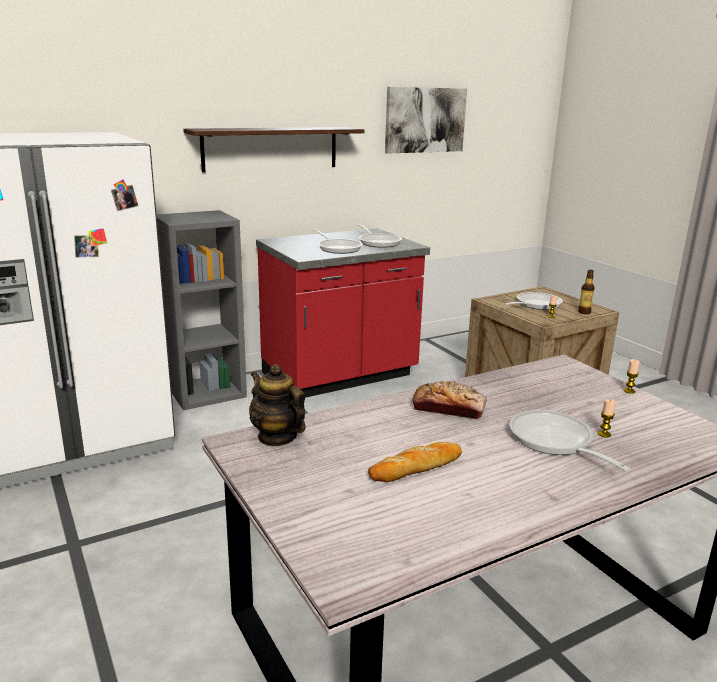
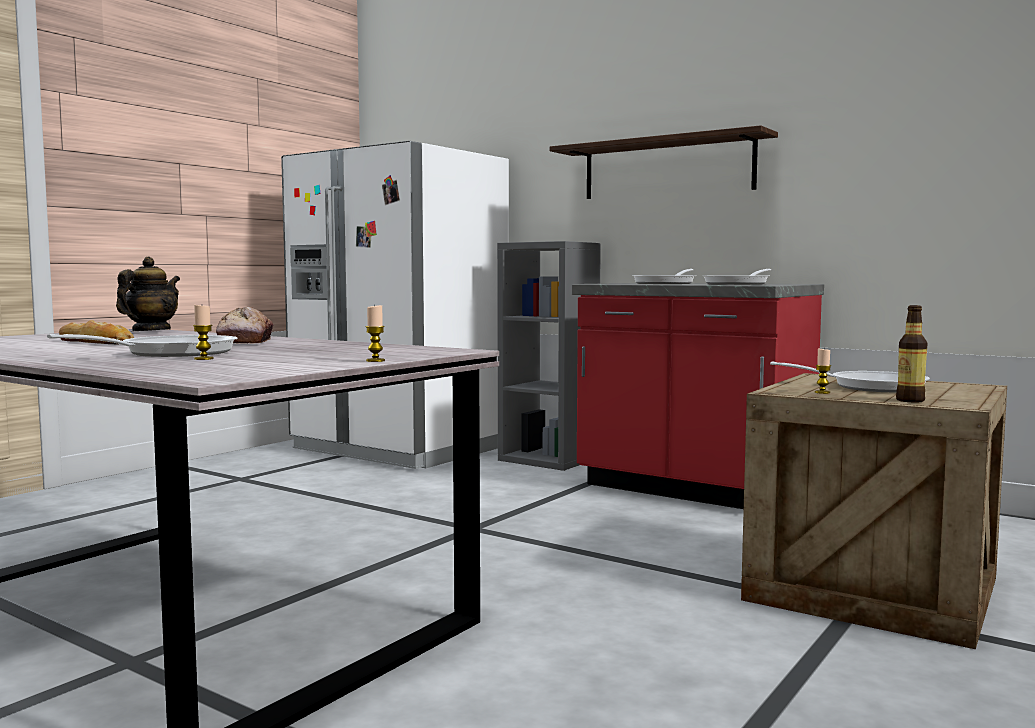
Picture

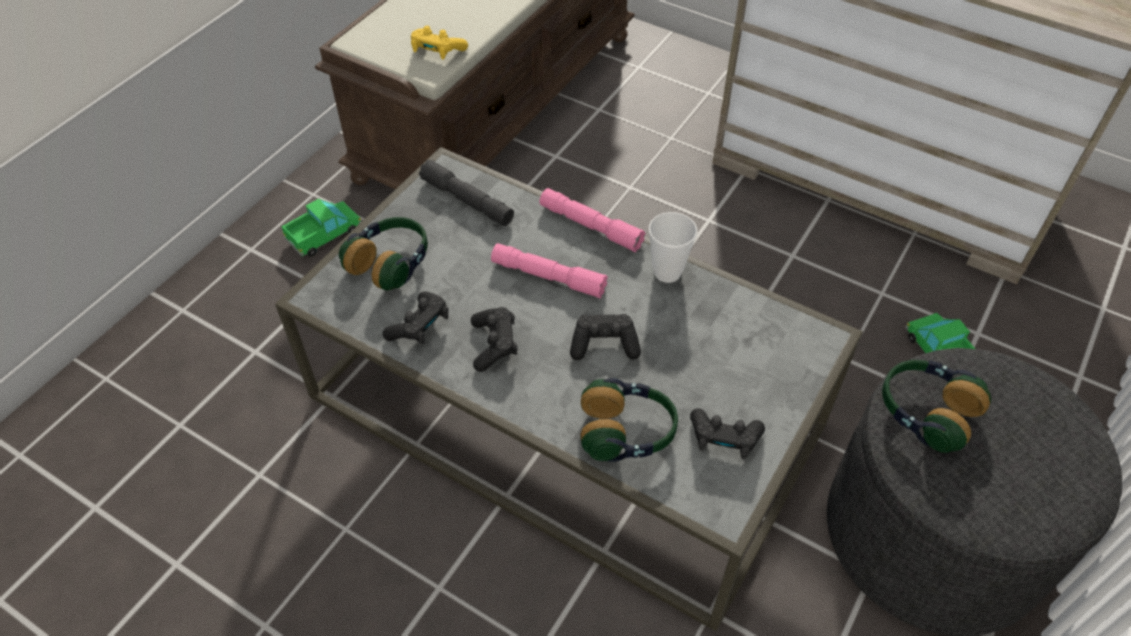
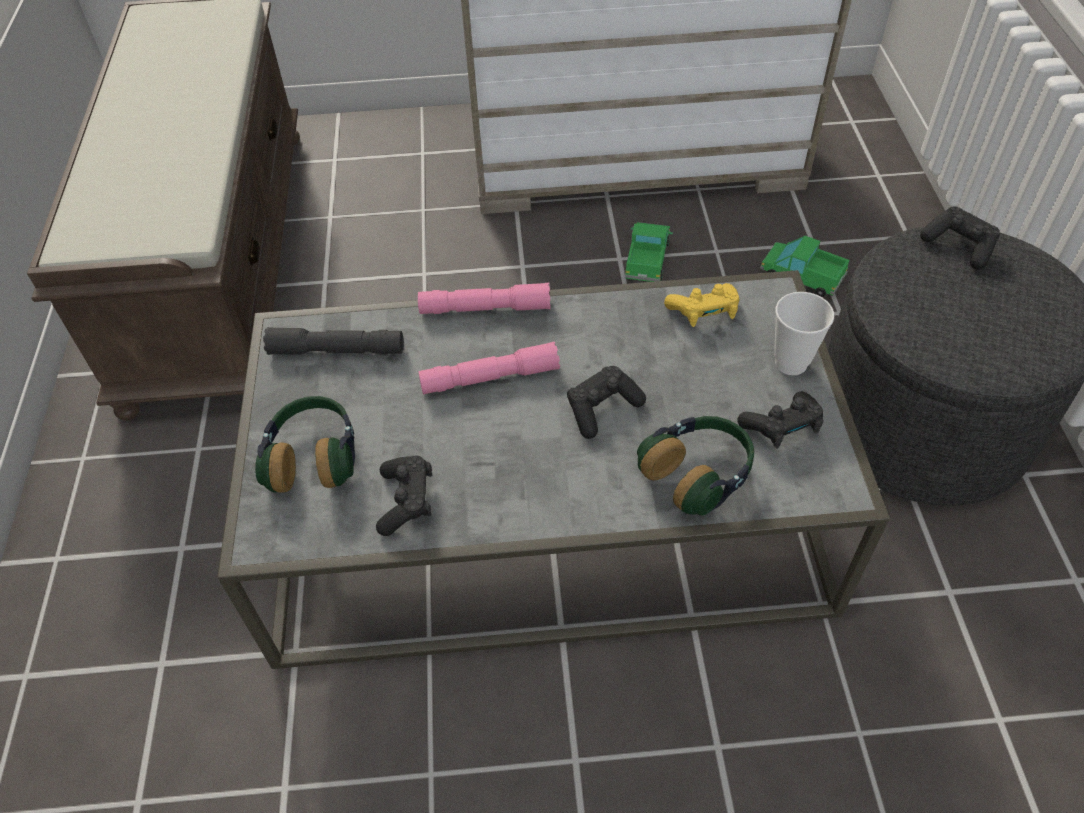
ToyTruck (1st from left)
YellowGameController
BlackGameController (4th from left)
Cup
Headphones (3rd from left in the first image)

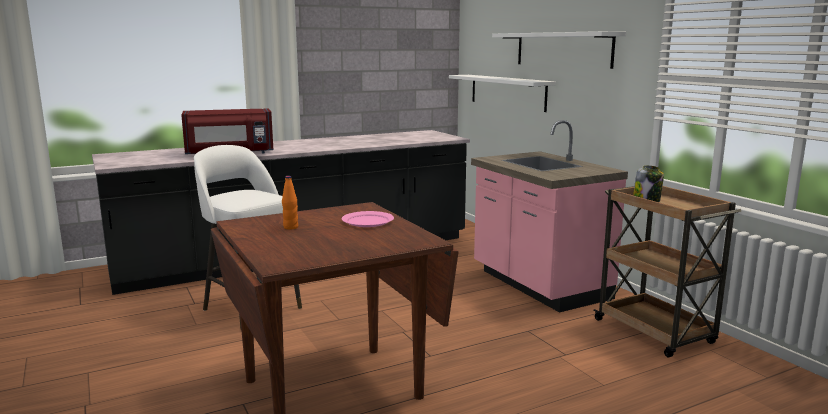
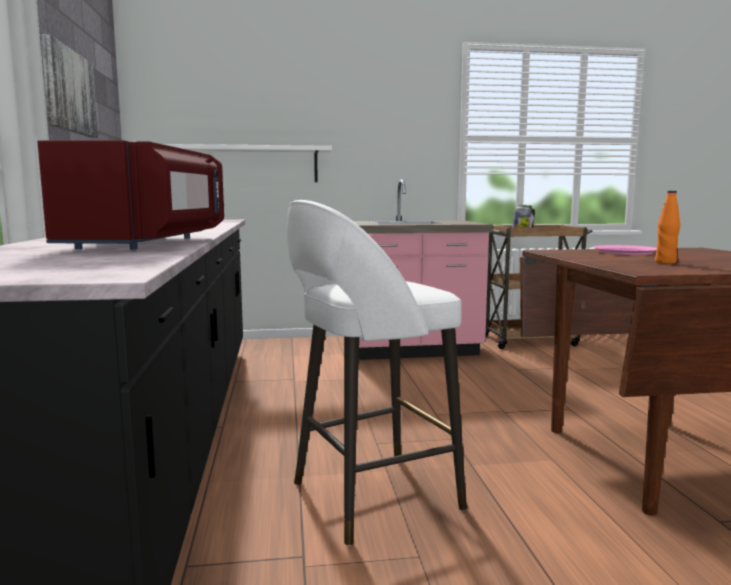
WhiteShelf (2nd from left in the first image)
Picture

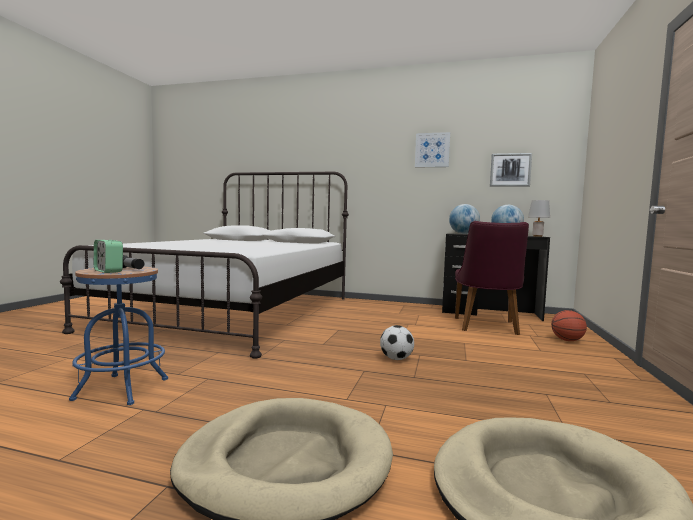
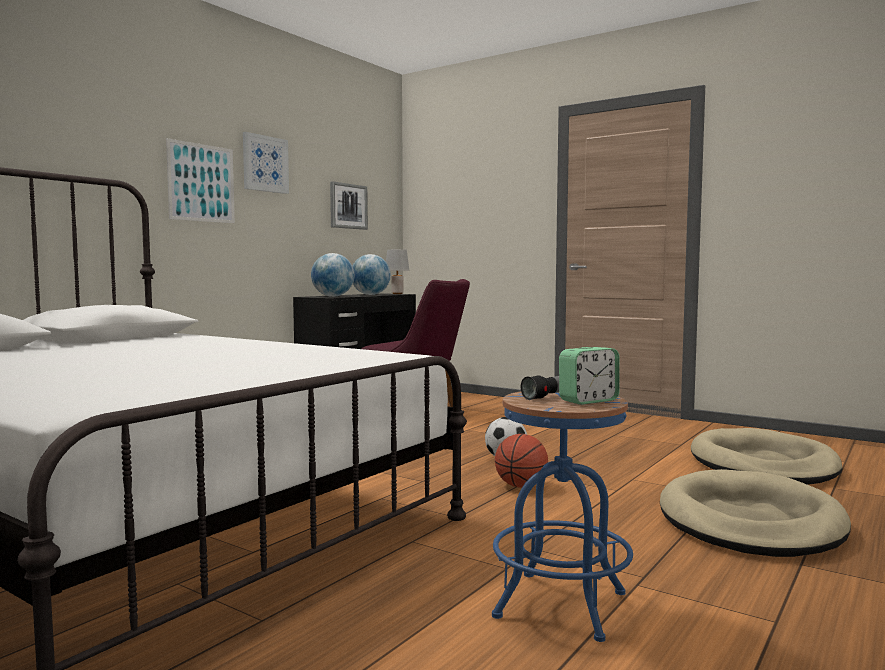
Basketball
Picture (1st from left)

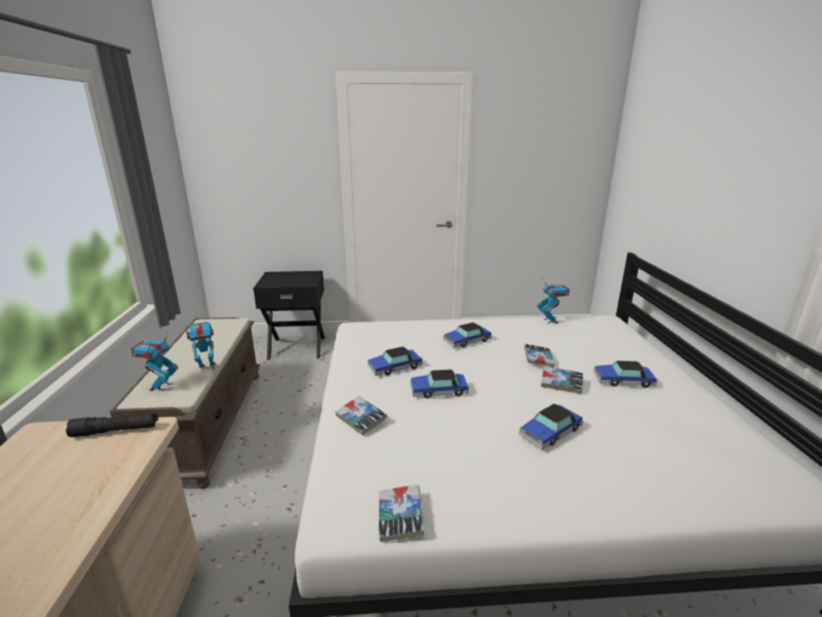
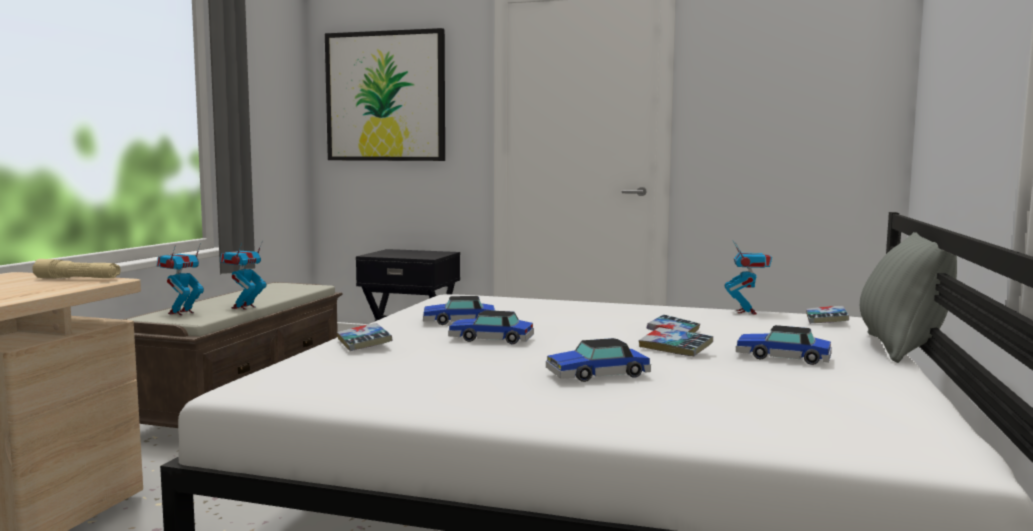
BeigeFlashlight
ToyRobot (2nd from left)
Book (4th from left)
ToyCar (3rd from left in the first image)
Picture
GreyPillow

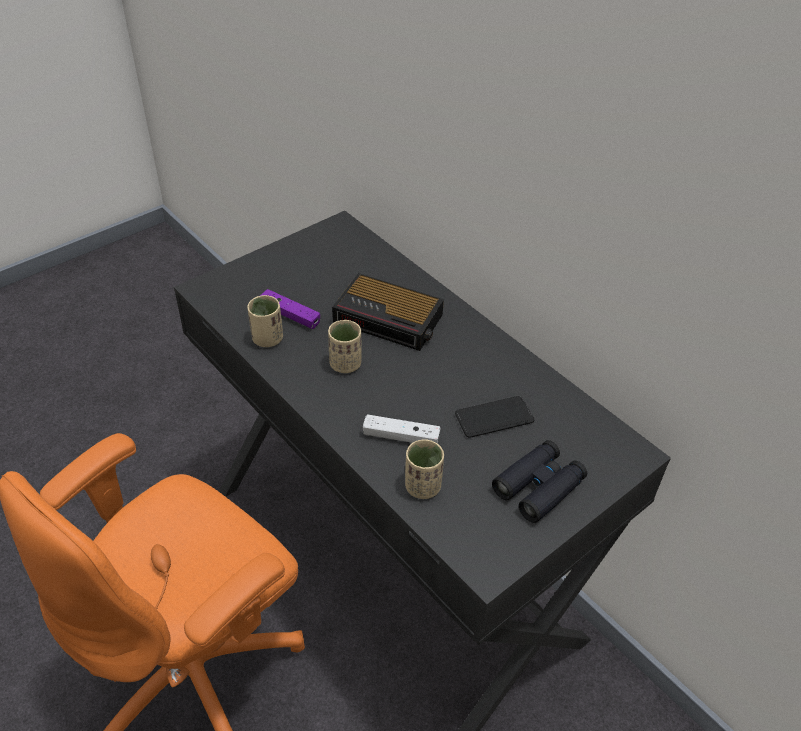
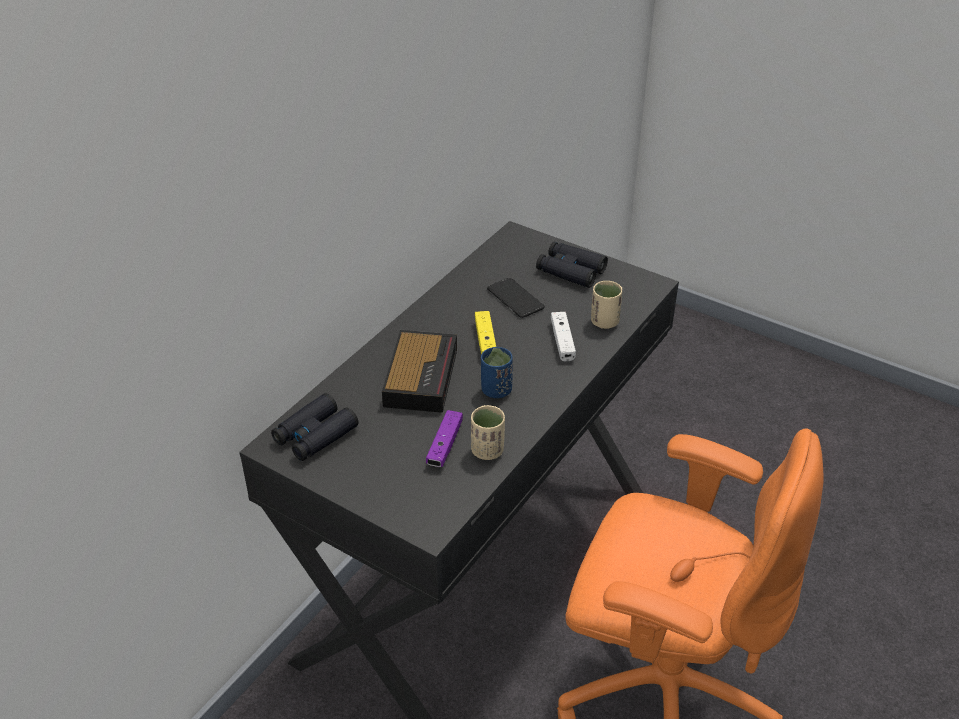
BlueCup
BlackBinoculars (1st from left)
YellowGameController

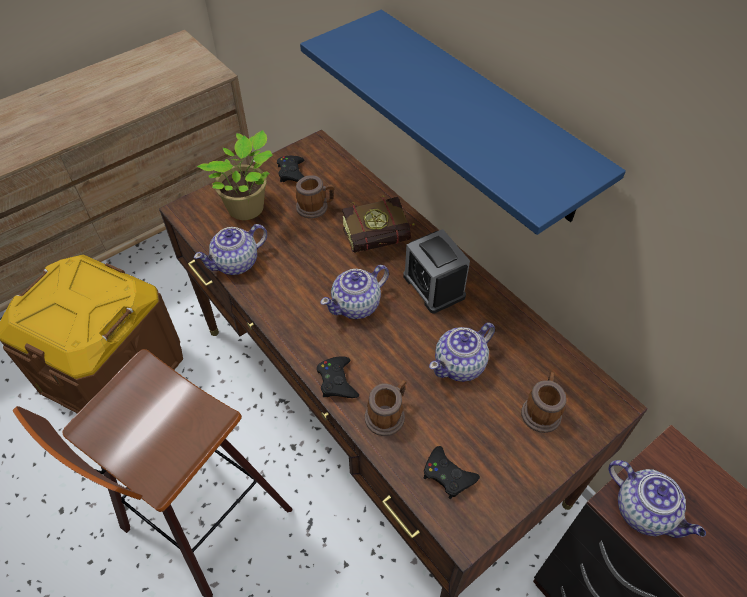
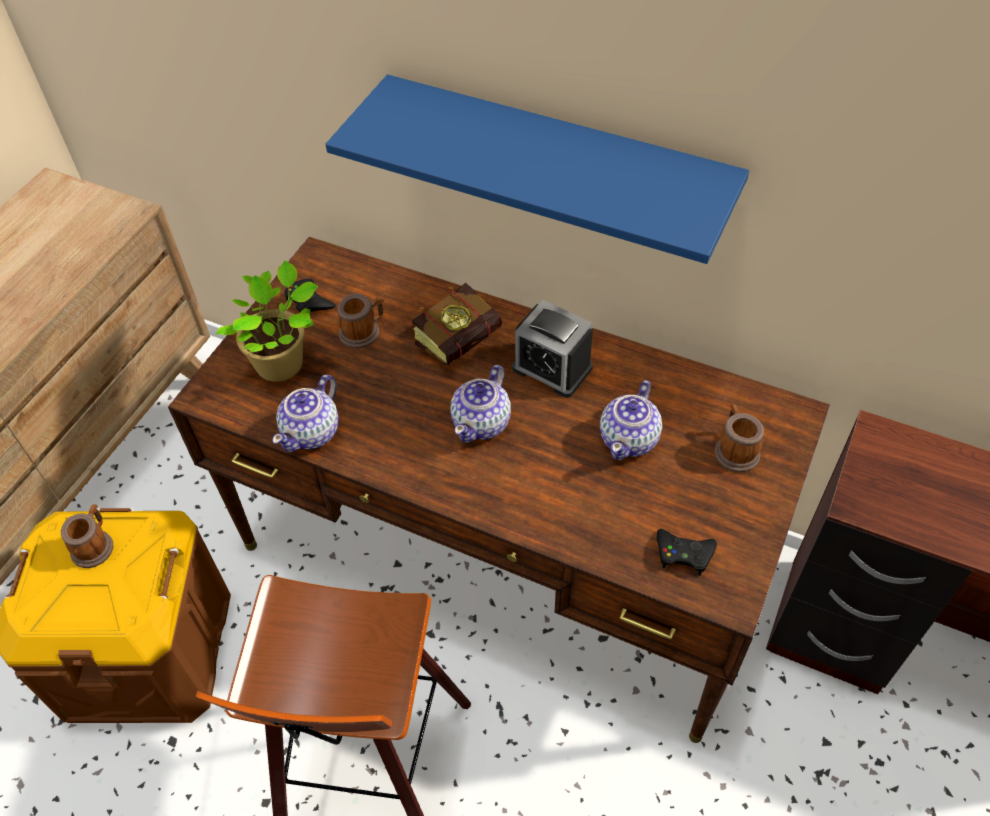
BlackGameController (2nd from left in the first image)
Mug (1st from left)
Teapot (4th from left in the first image)

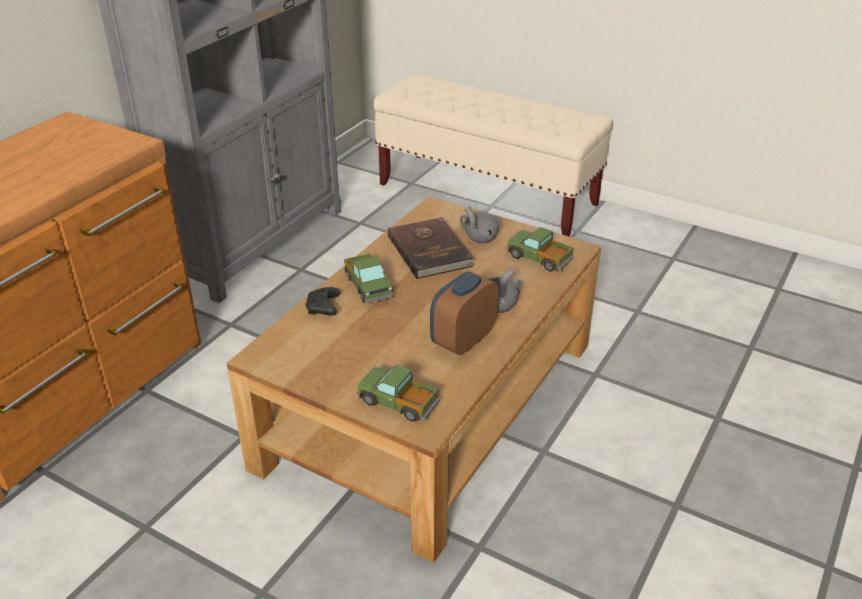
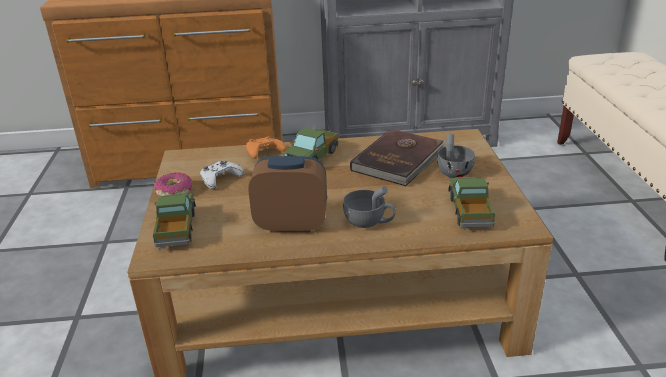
OrangeGameController
Donut
WhiteGameController

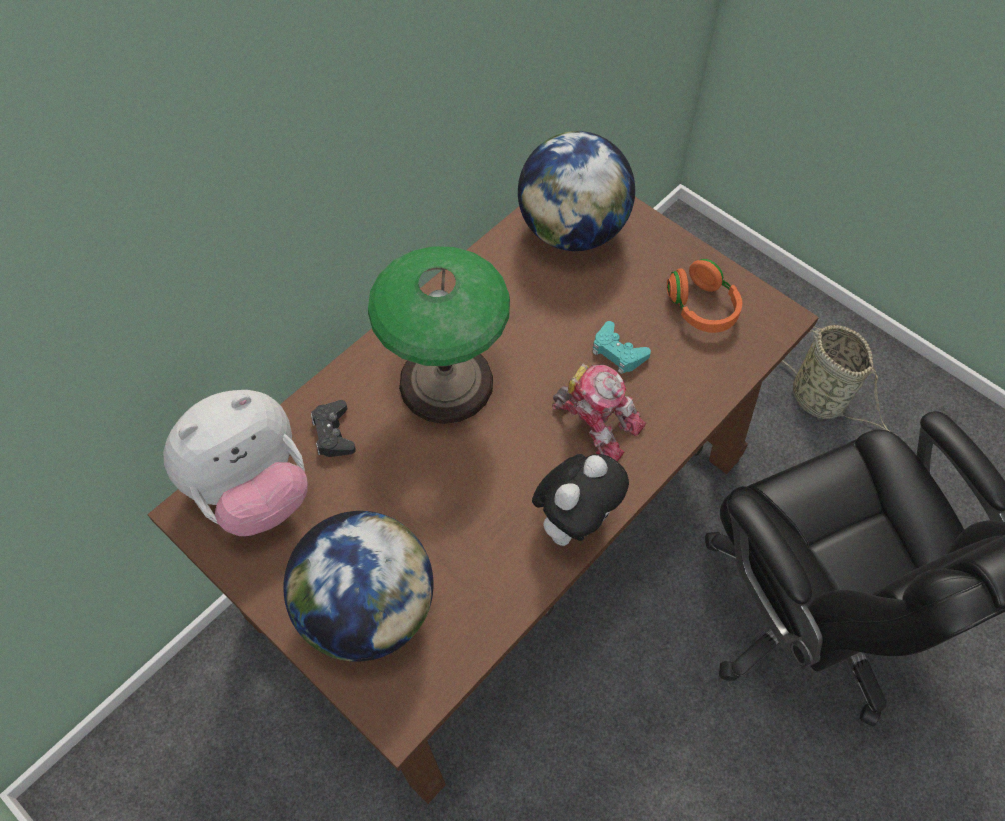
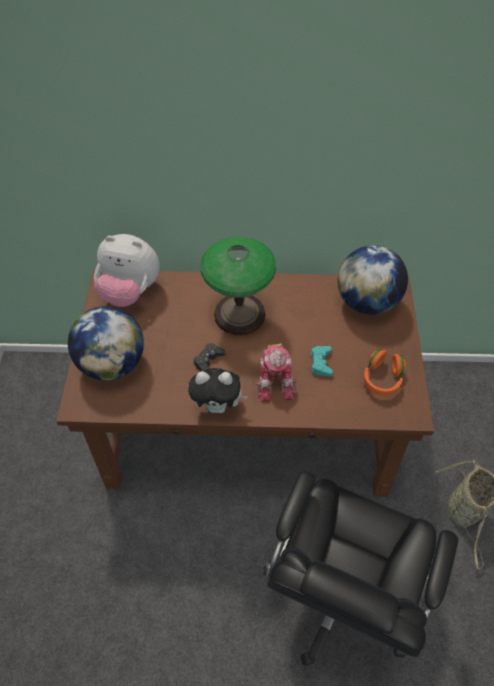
BlackGameController

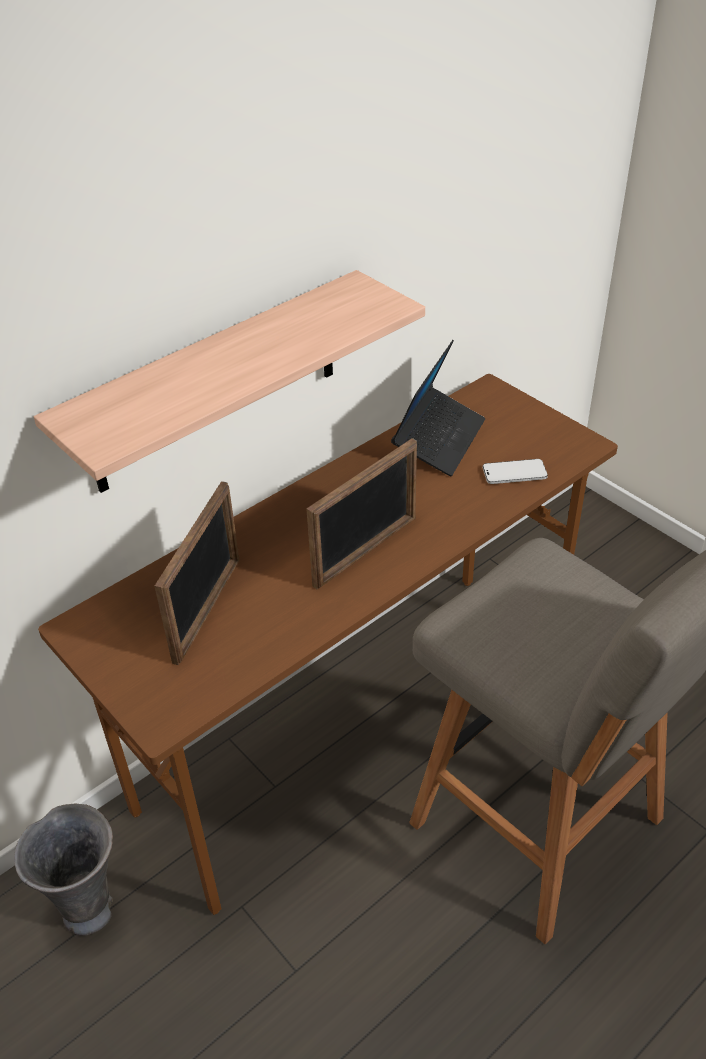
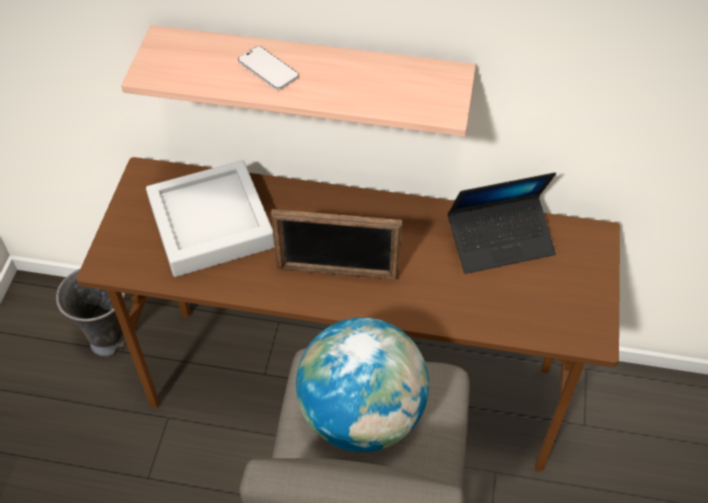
GreyTray
Phone
Globe

